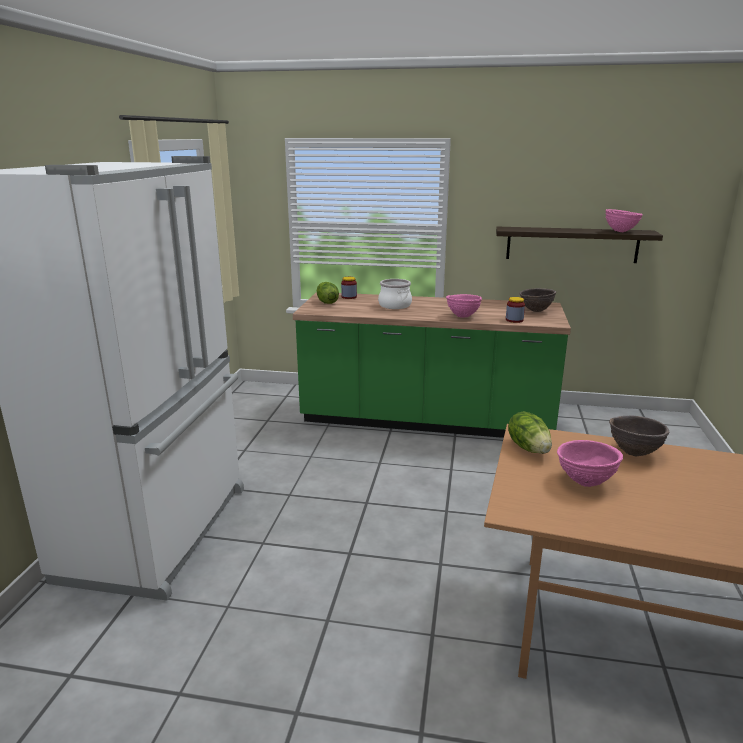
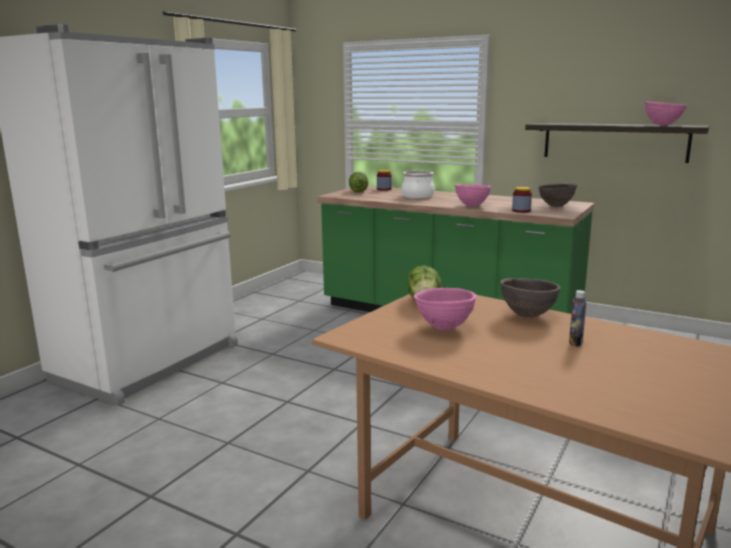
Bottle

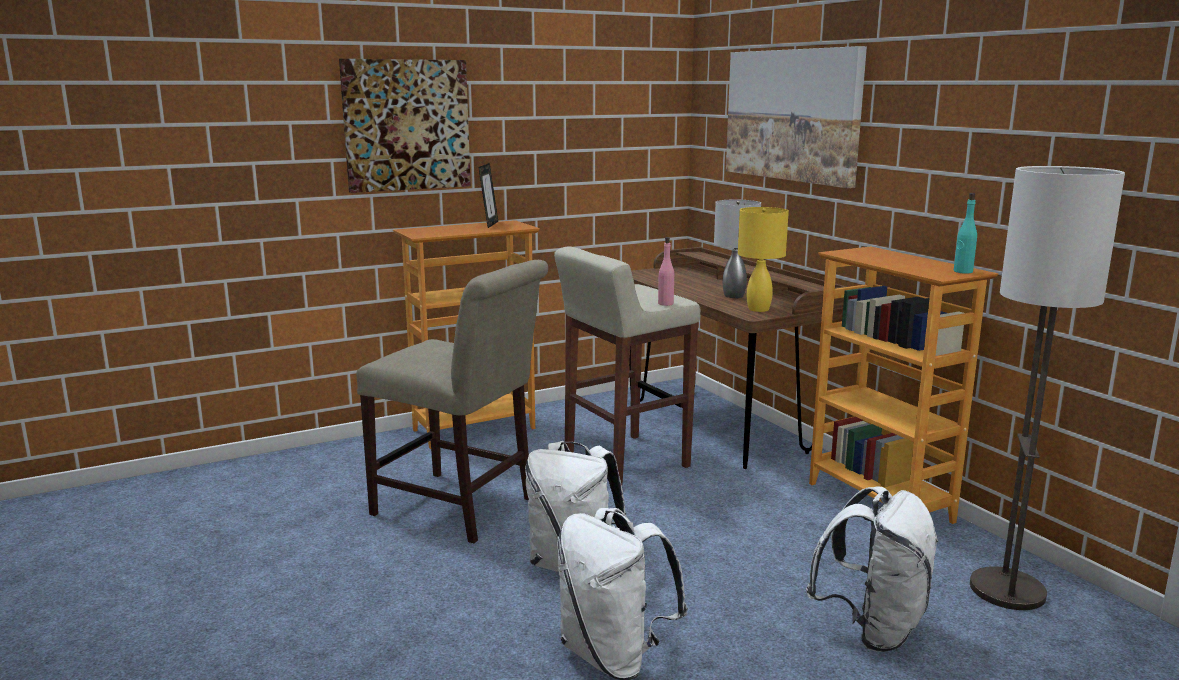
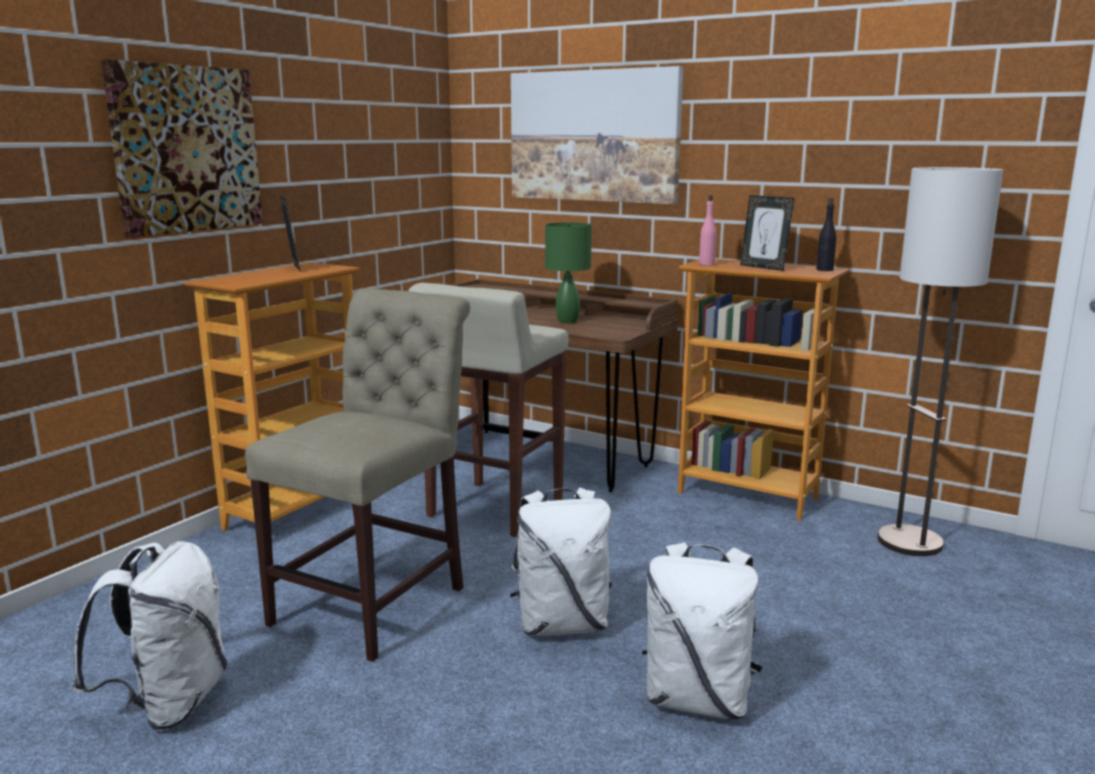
BeigeChair
PinkBottle
GreenTableLamp
YellowTableLamp
WhiteBackpack (1st from left)
BlackBottle
PictureFrame (2nd from left)

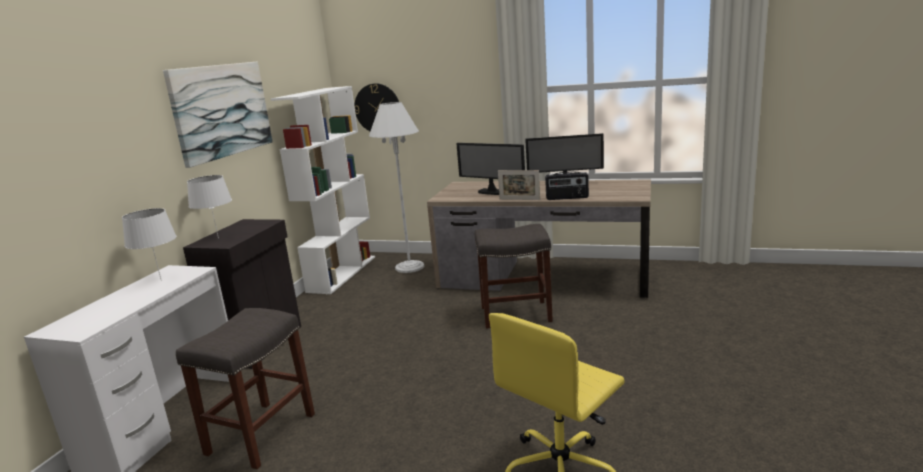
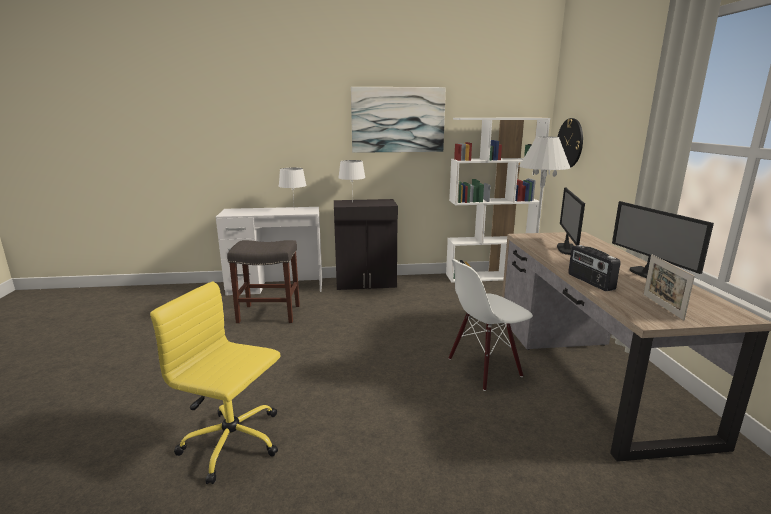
WhiteChair
PictureFrame

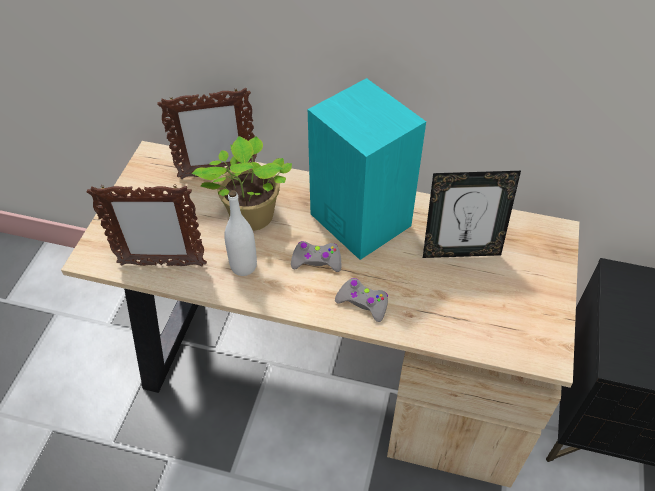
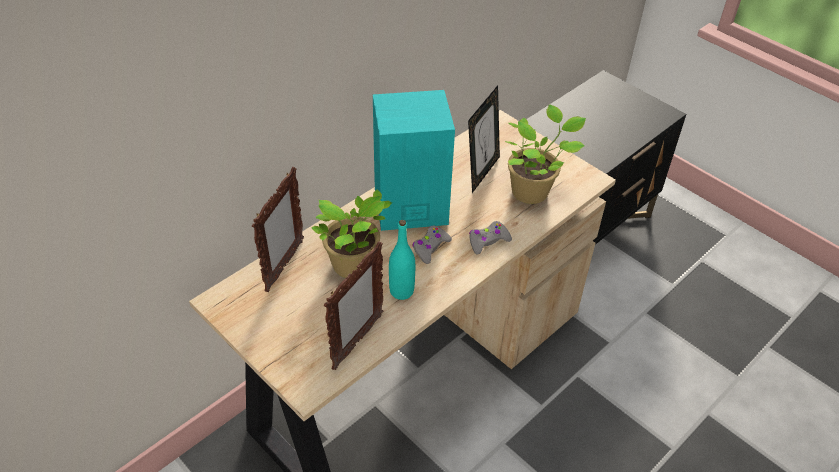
TurquoiseBottle
PottedPlant (2nd from left)

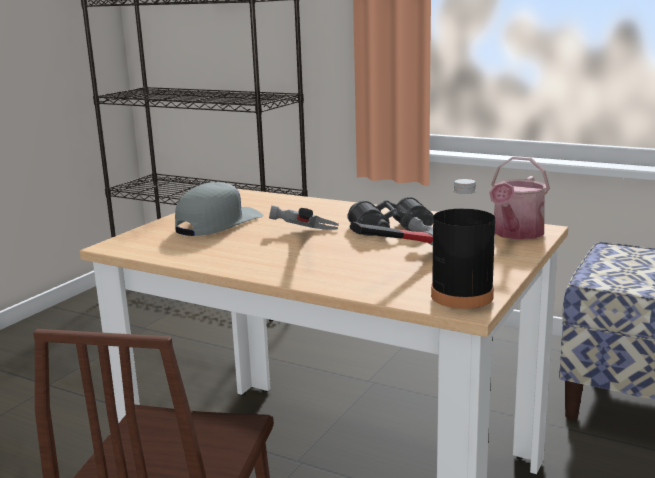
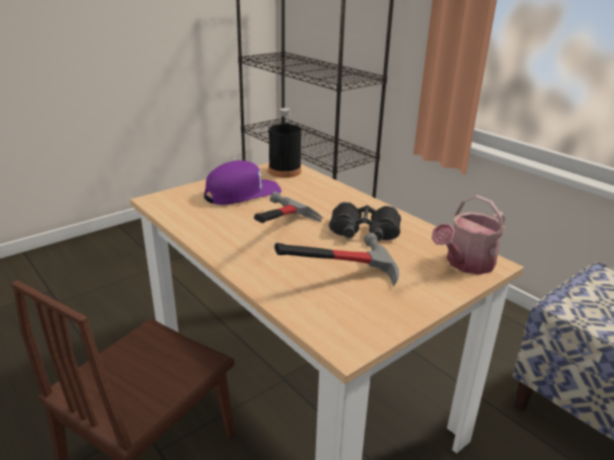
PurpleCap
BlackBottle

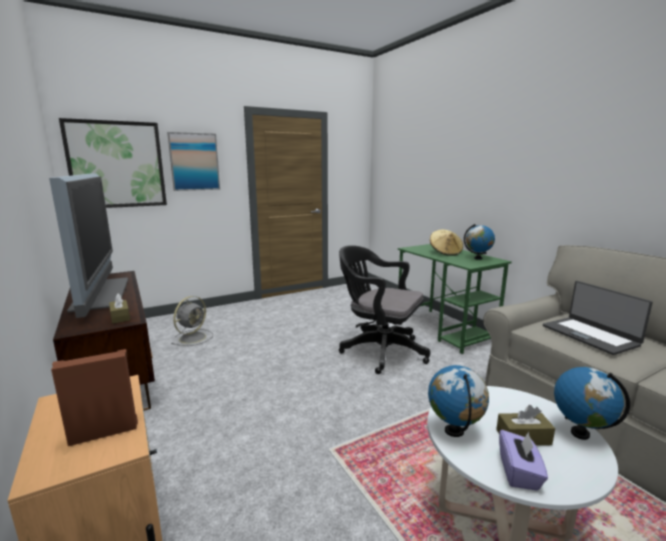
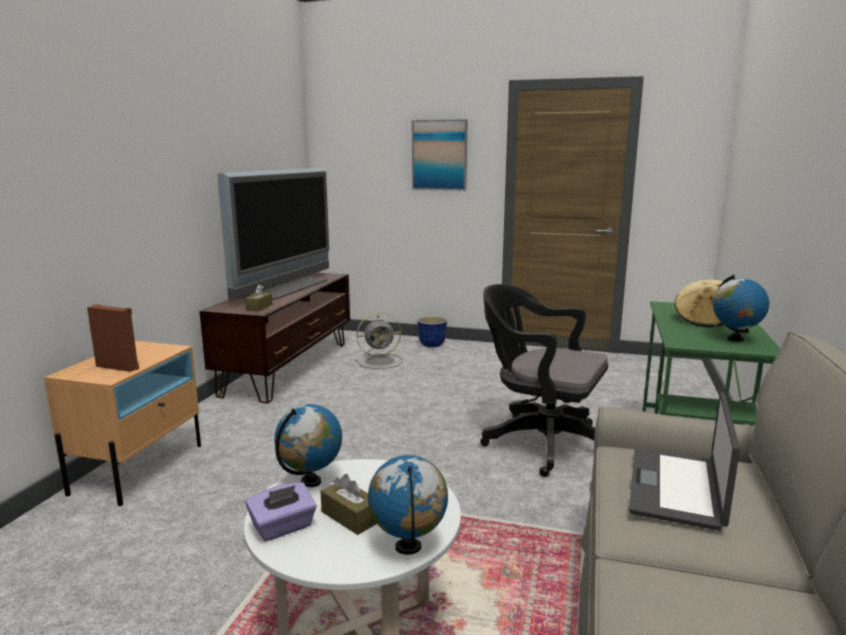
Picture (1st from left in the first image)
BlackOfficeChair
Planter

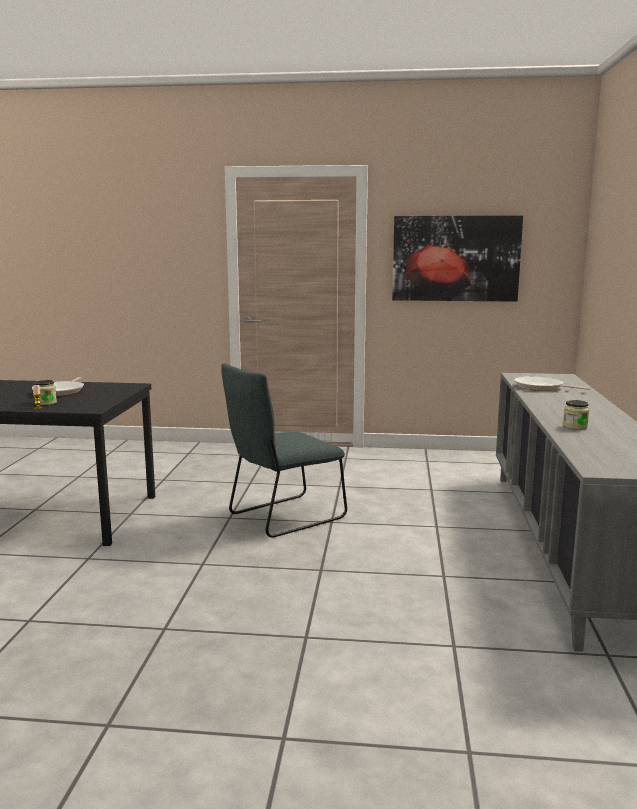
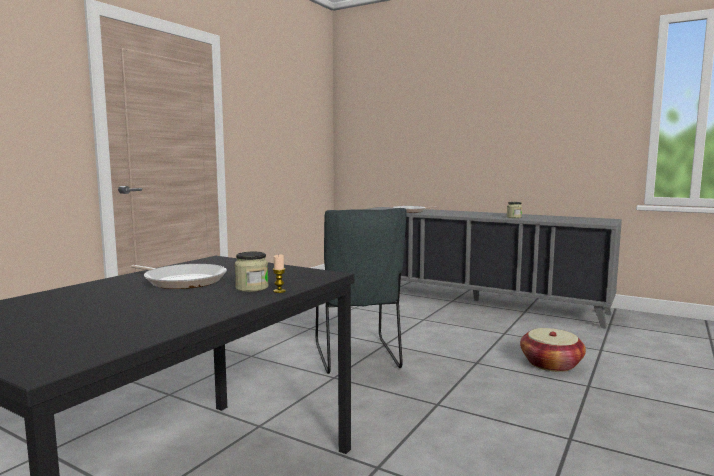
Picture
Basket

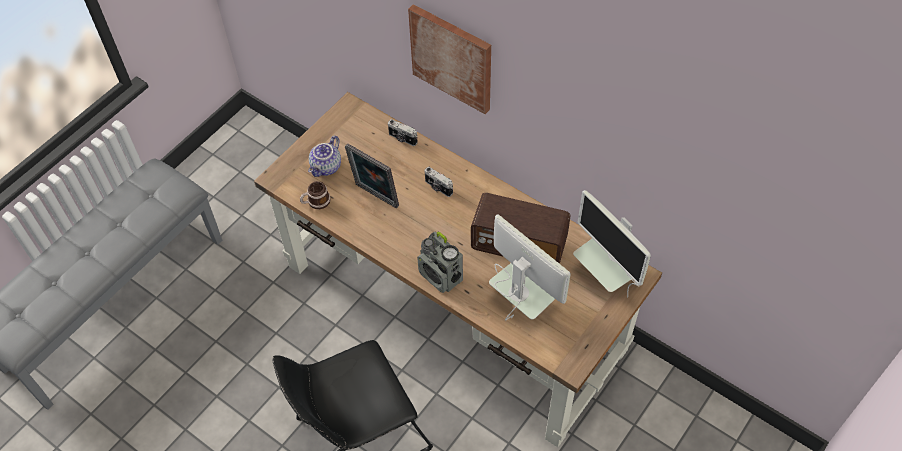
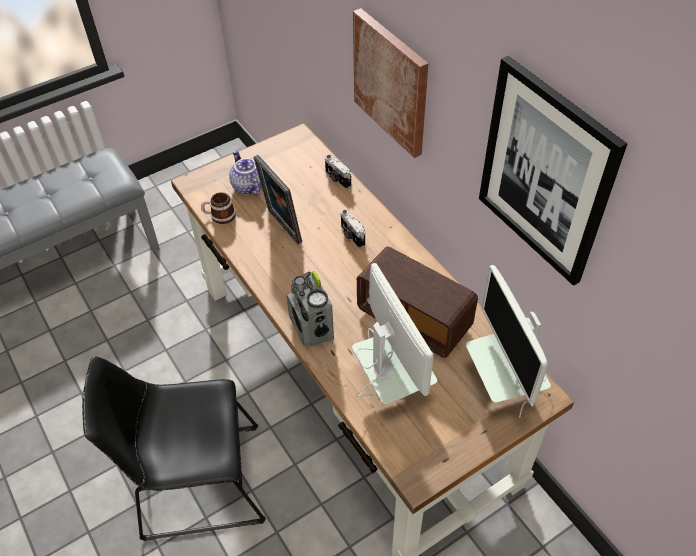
Teapot
Picture (2nd from left)

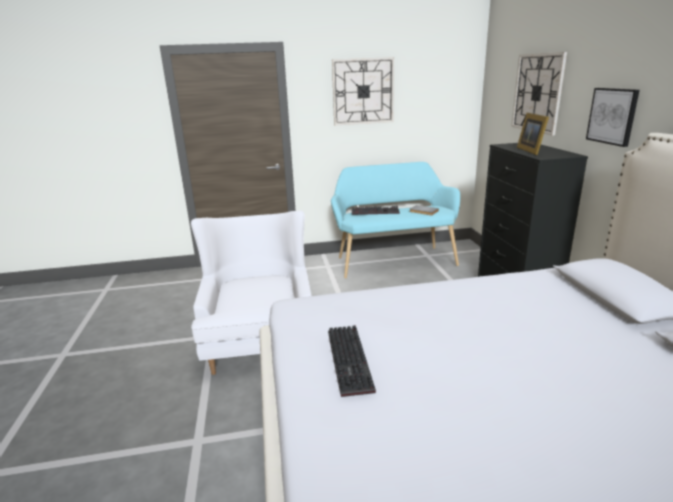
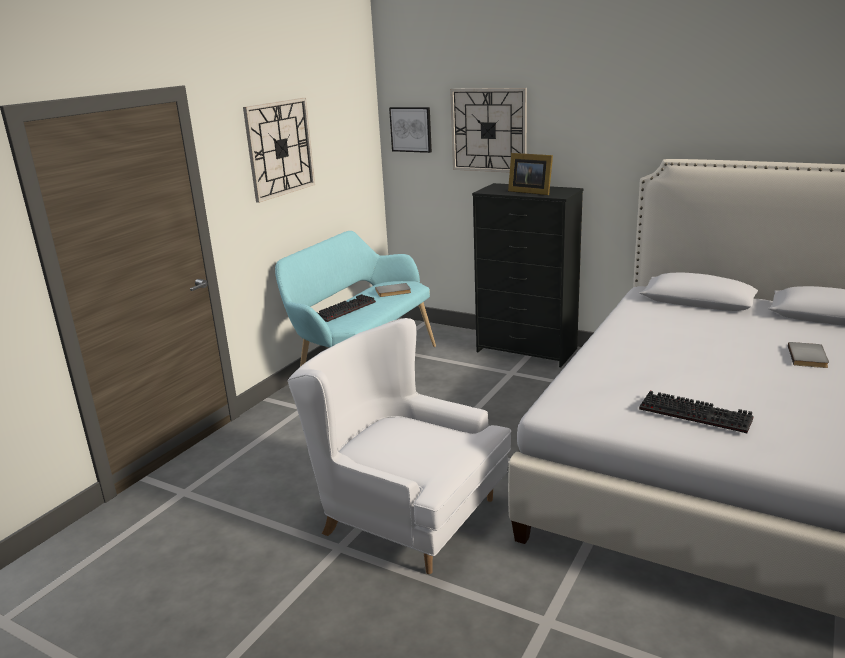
Picture
GreyBook (2nd from left)

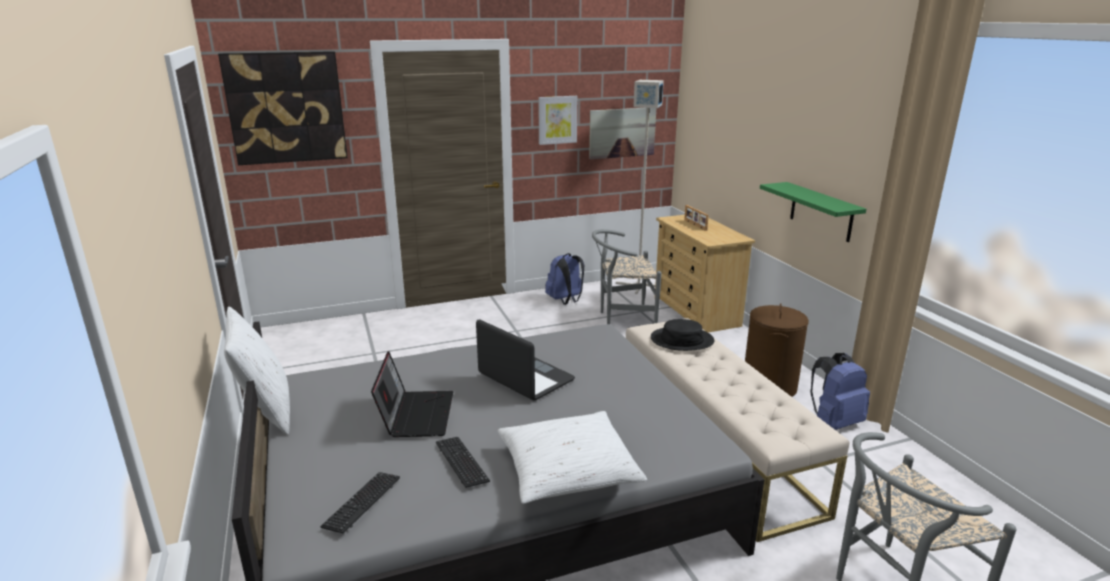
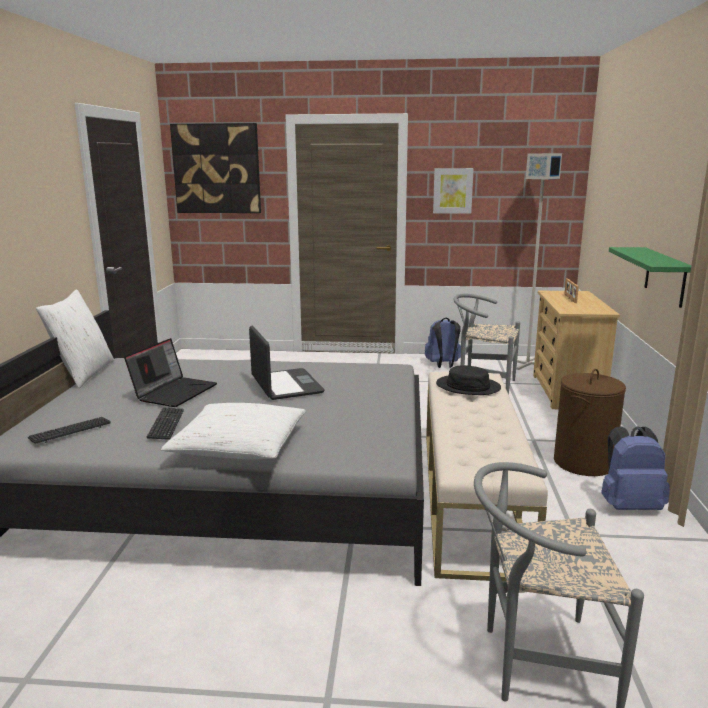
Picture (3rd from left in the first image)

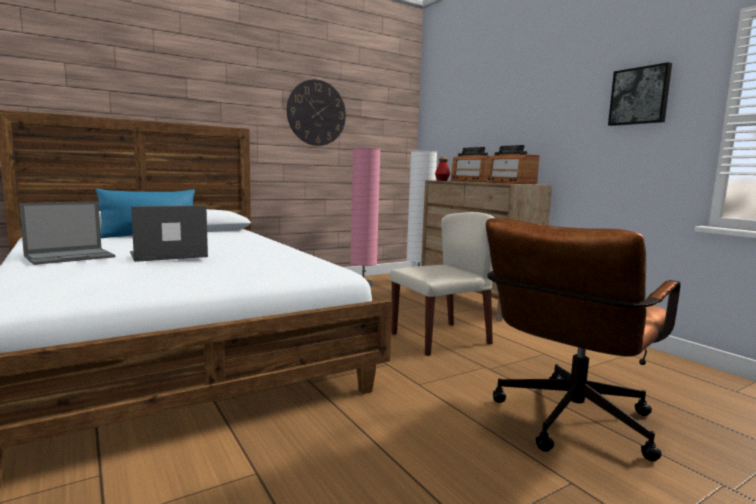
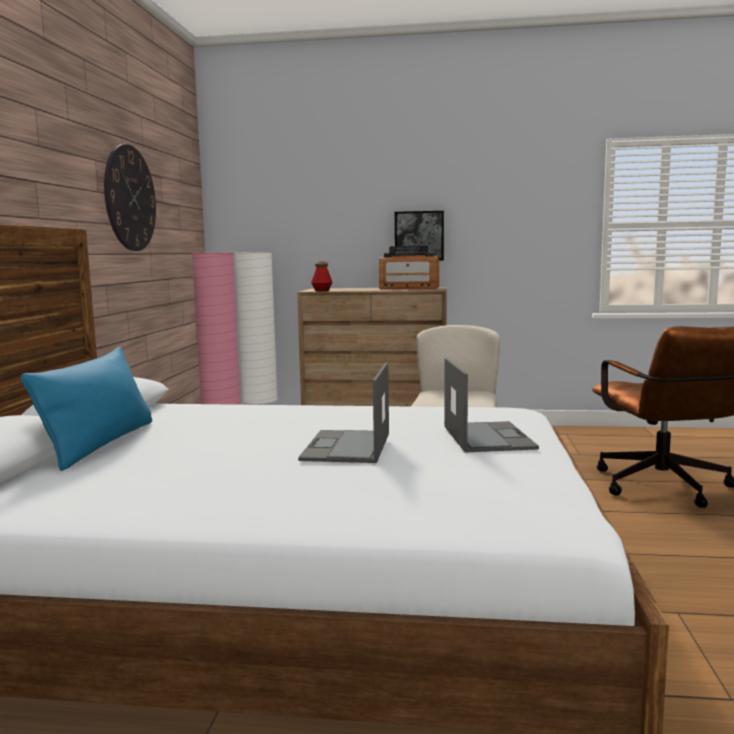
Laptop (2nd from left)
Radio (1st from left in the first image)
Picture

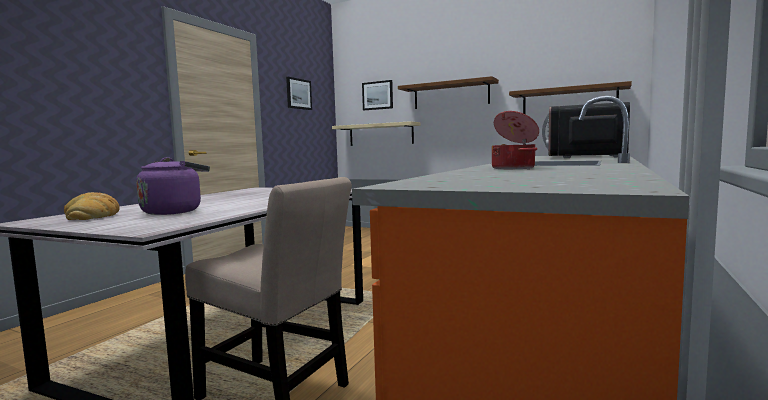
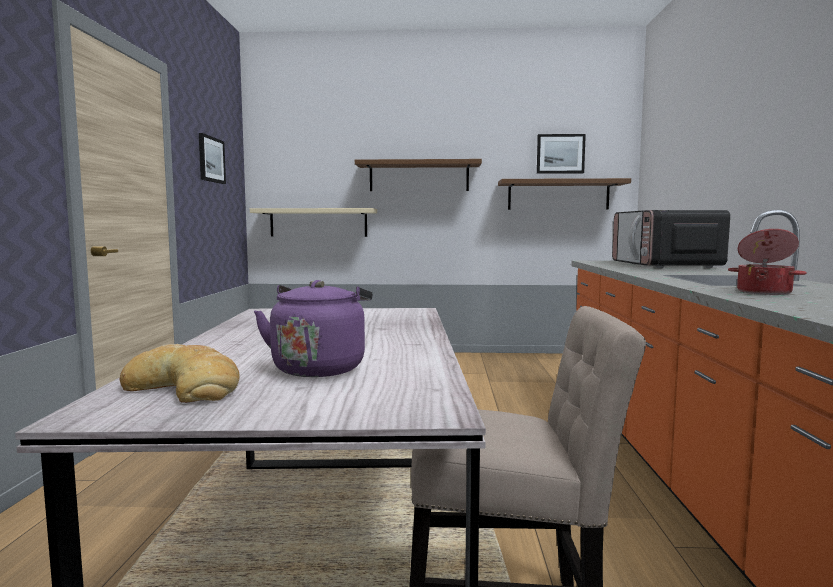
Picture (2nd from left)

